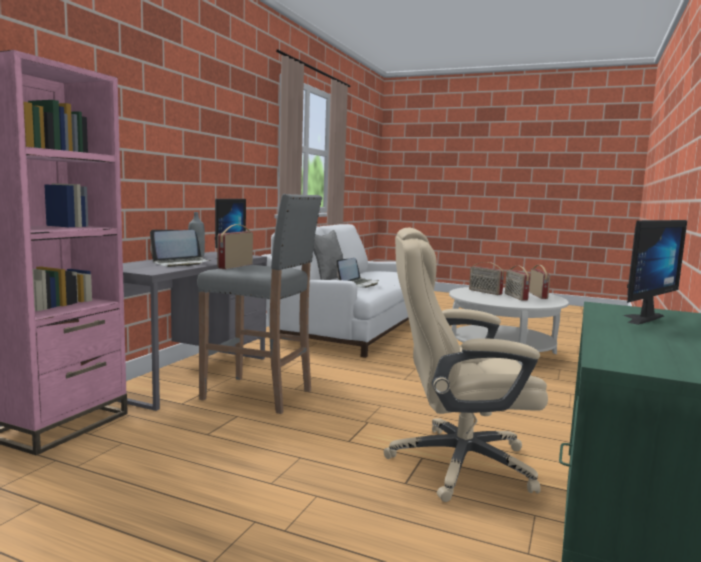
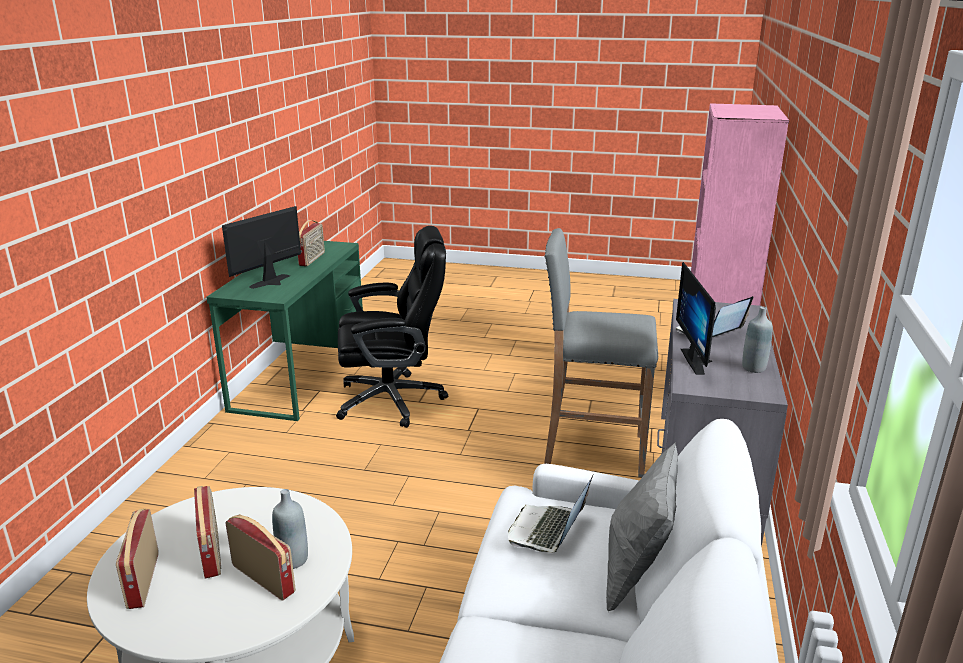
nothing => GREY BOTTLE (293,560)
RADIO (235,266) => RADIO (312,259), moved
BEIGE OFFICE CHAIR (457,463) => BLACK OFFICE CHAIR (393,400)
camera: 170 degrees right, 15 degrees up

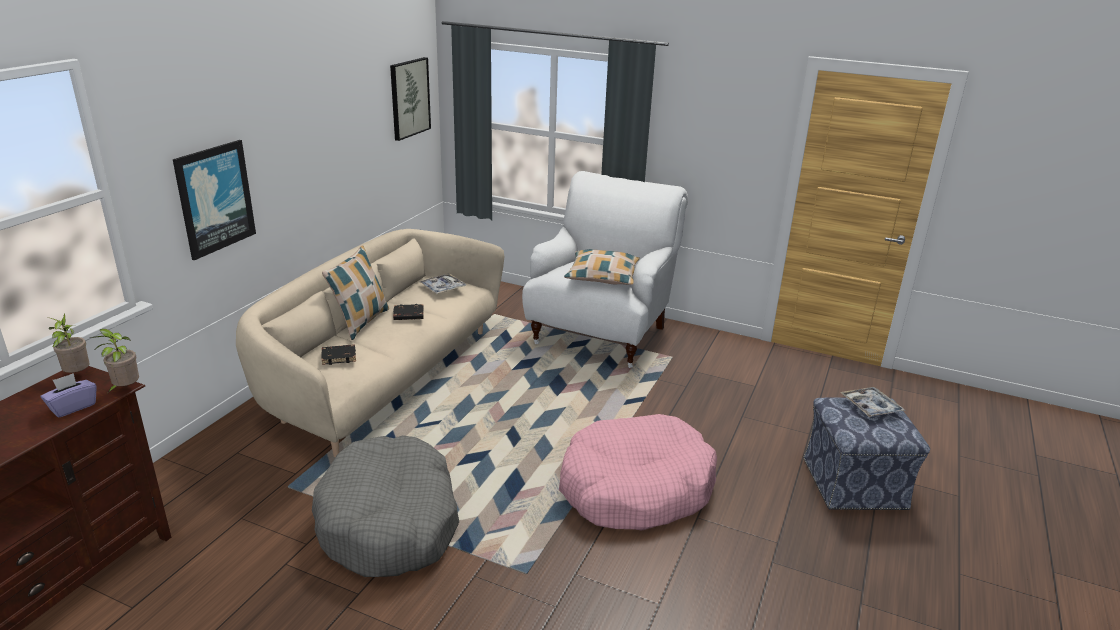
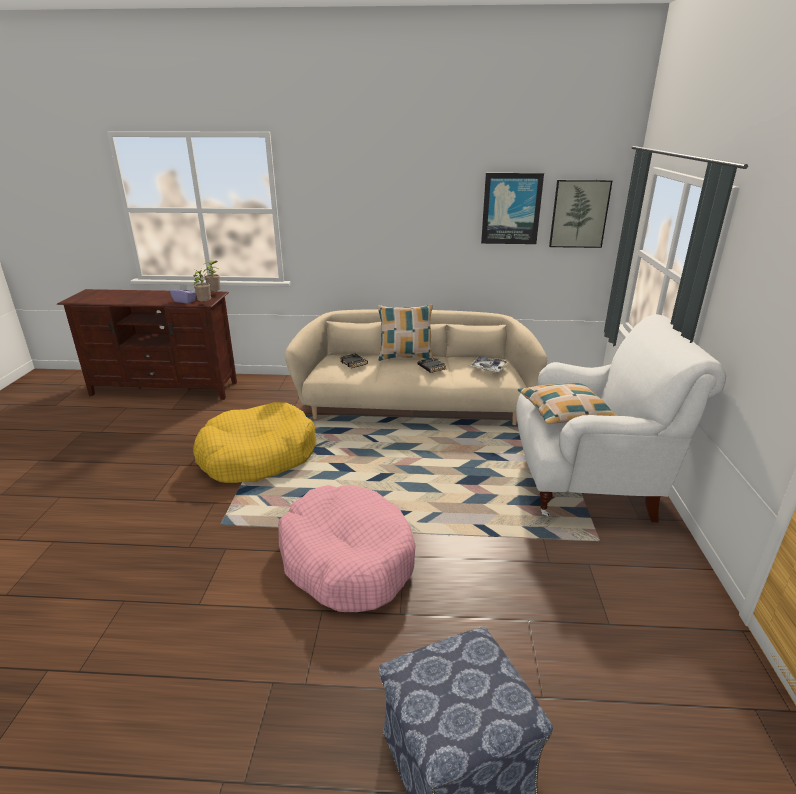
TRAY (870,407) => nothing
PICTURE (215,198) => PICTURE (511,209), moved
GREY DOG BED (390,522) => YELLOW DOG BED (257,456)
camera: 70 degrees right, 0 degrees up

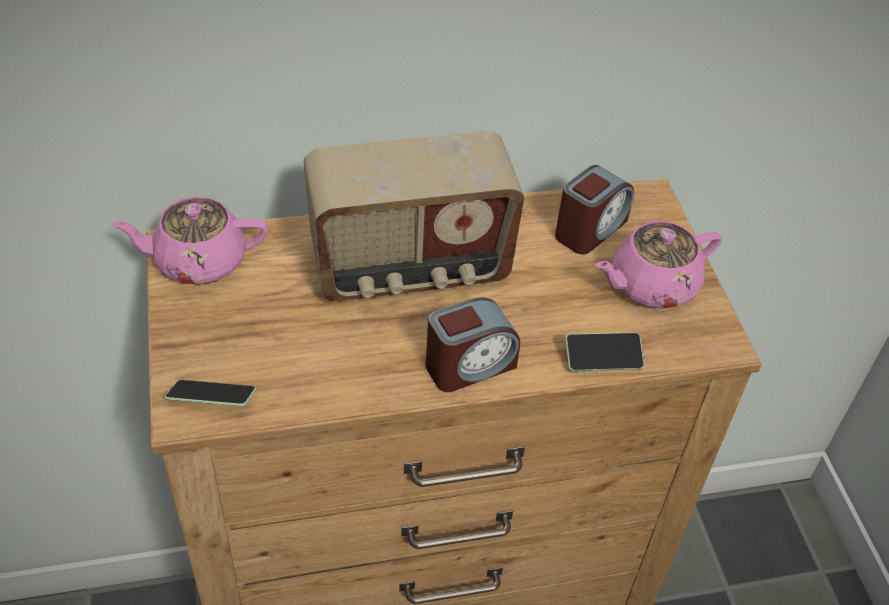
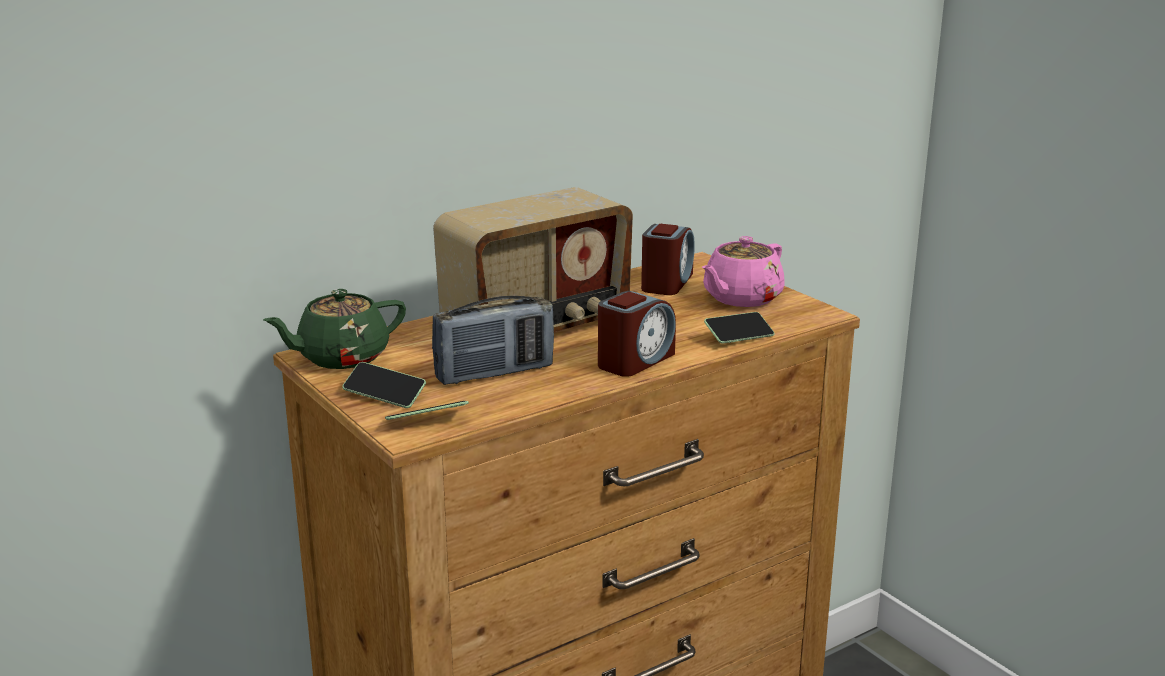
nothing => PHONE (384,395)
nothing => RADIO (494,373)
PINK TEAPOT (198,261) => GREEN TEAPOT (341,357)
camera: 20 degrees left, 25 degrees down

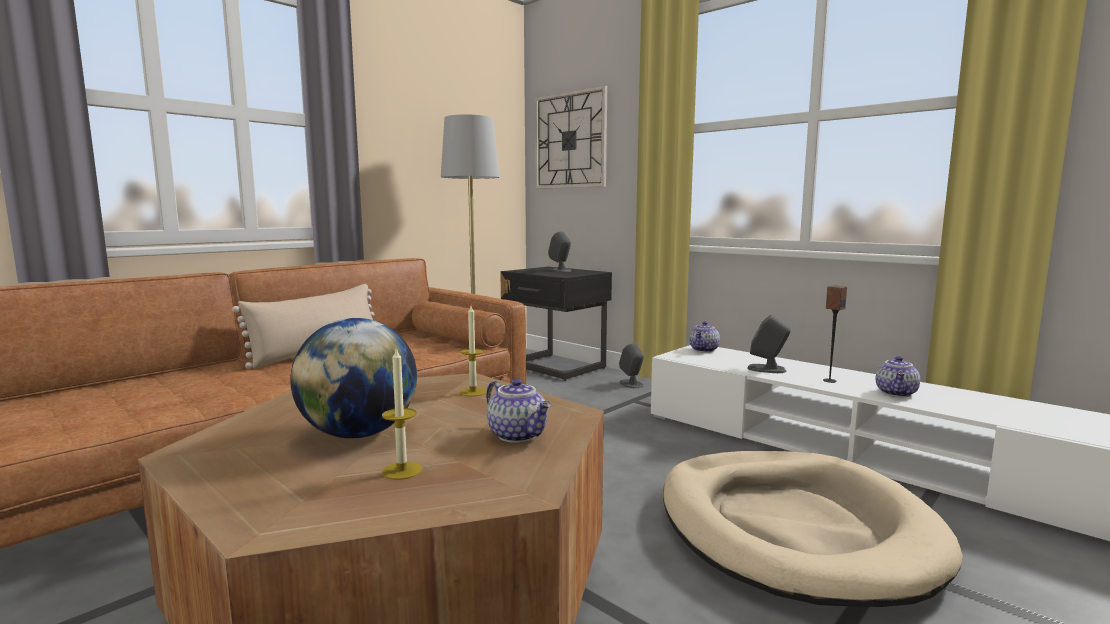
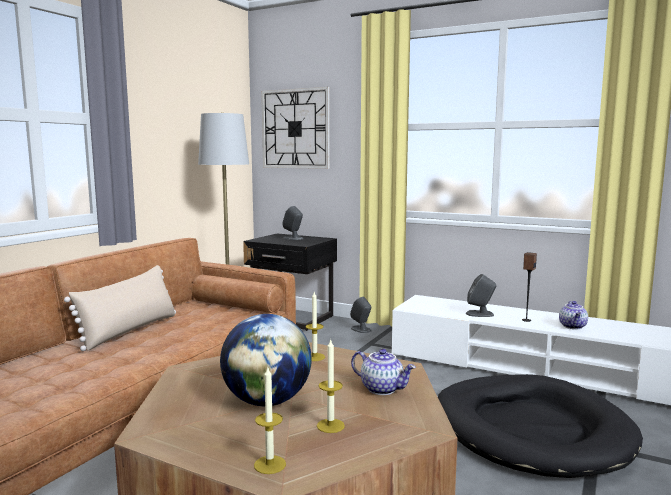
TEAPOT (704,350) => nothing
nothing => CANDLE (270,464)
BEIGE DOG BED (792,529) => BLACK DOG BED (530,430)
camera: 15 degrees left, 0 degrees up

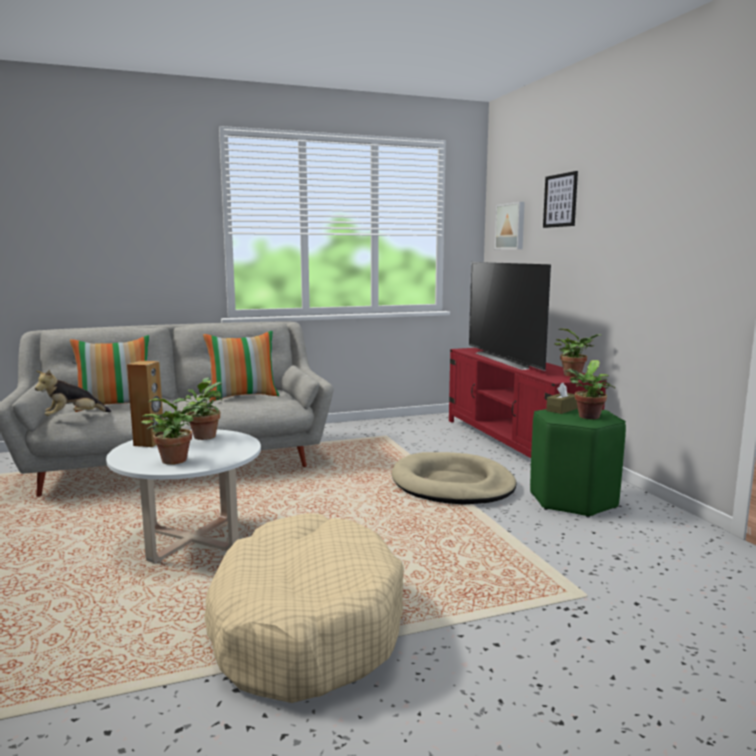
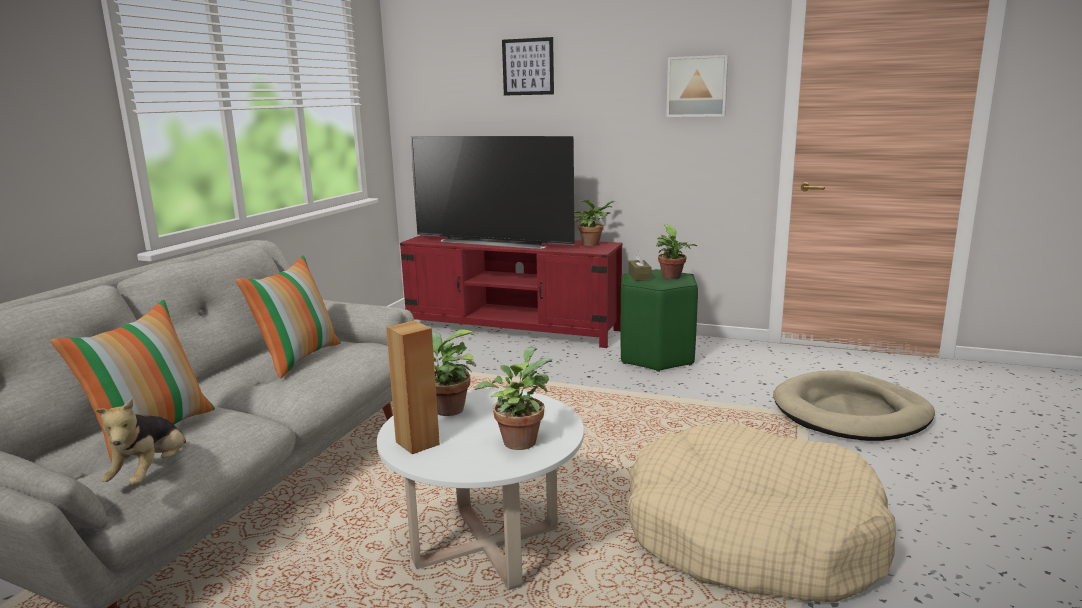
BEIGE DOG BED (452,484) => BEIGE DOG BED (851,413), moved
PICTURE (511,226) => PICTURE (697,86), moved
camera: 50 degrees left, 5 degrees up

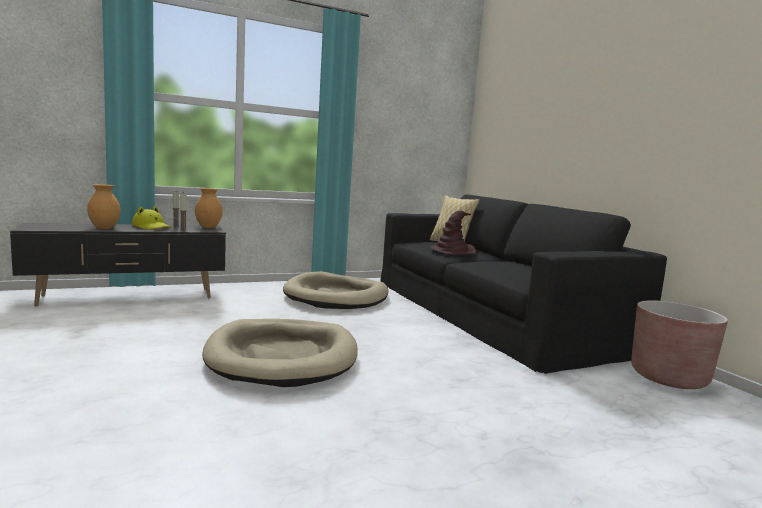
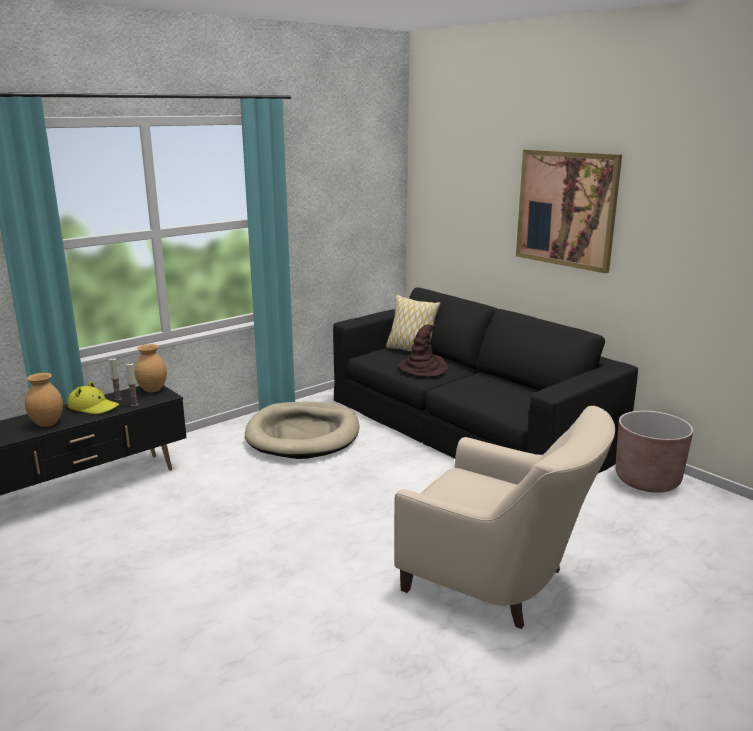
BEIGE DOG BED (282,357) => nothing
nothing => BEIGE ARMCHAIR (499,582)
nothing => PICTURE (566,209)
camera: 15 degrees left, 10 degrees up

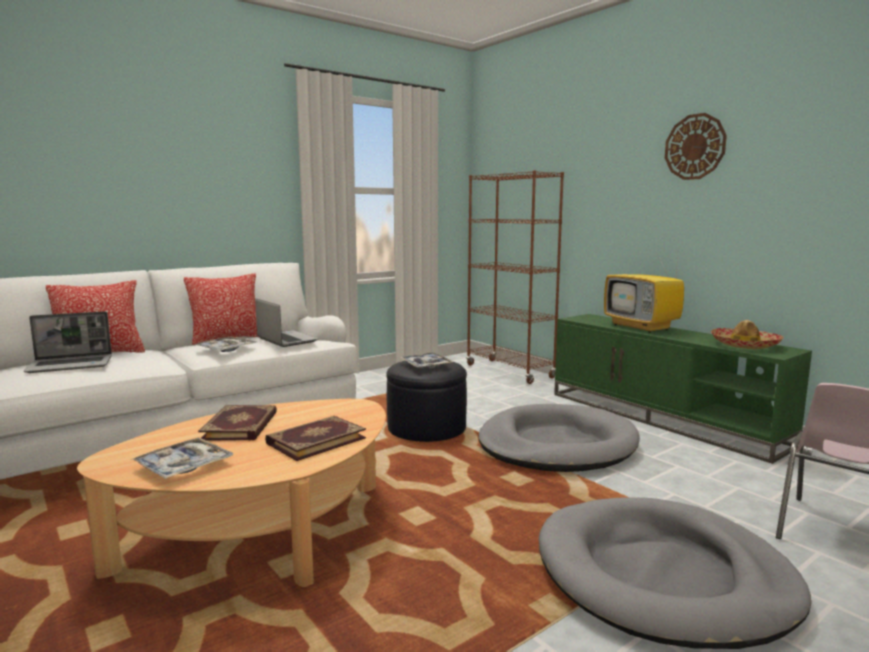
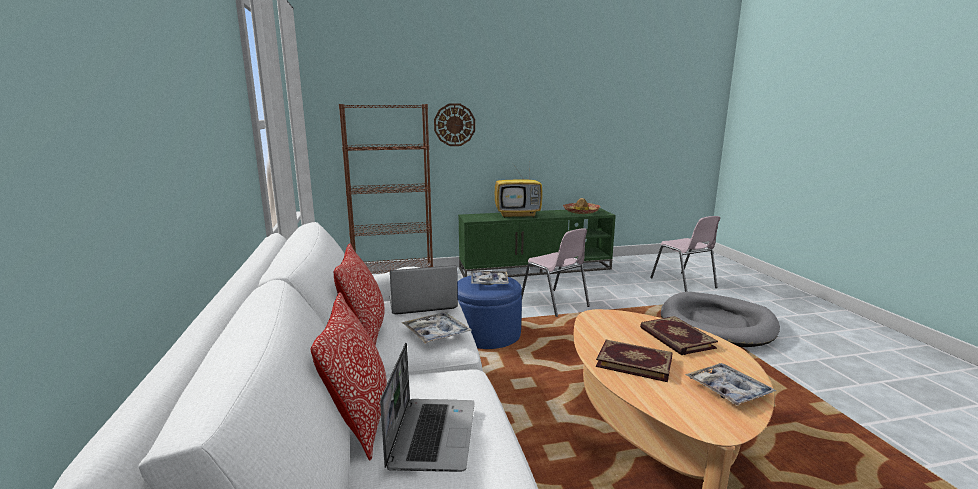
WALL CLOCK (695,147) => WALL CLOCK (454,125), moved
GREY DOG BED (556,445) => PINK CHAIR (555,303)
BLACK OTTOMAN (426,427) => BLUE OTTOMAN (487,333)
camera: 65 degrees left, 5 degrees up

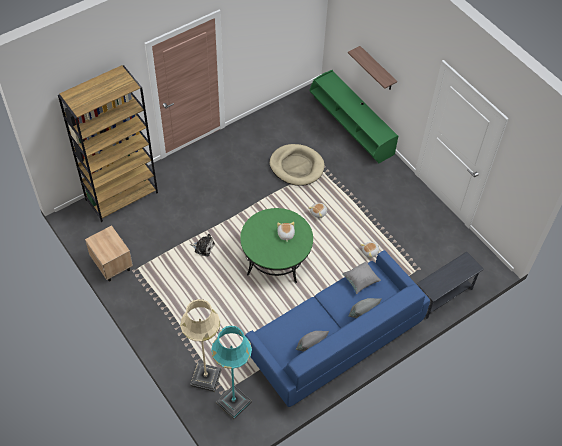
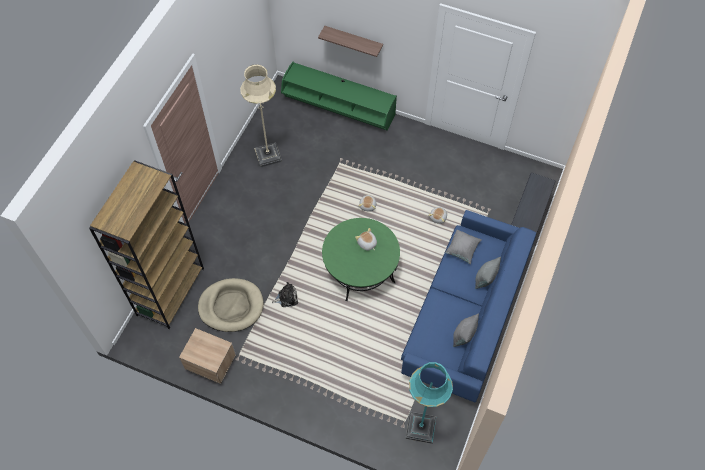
BEIGE FLOOR LAMP (206,378) => BEIGE FLOOR LAMP (268,156), moved
BEIGE DOG BED (296,166) => BEIGE DOG BED (231,306), moved
camera: 30 degrees left, 5 degrees up

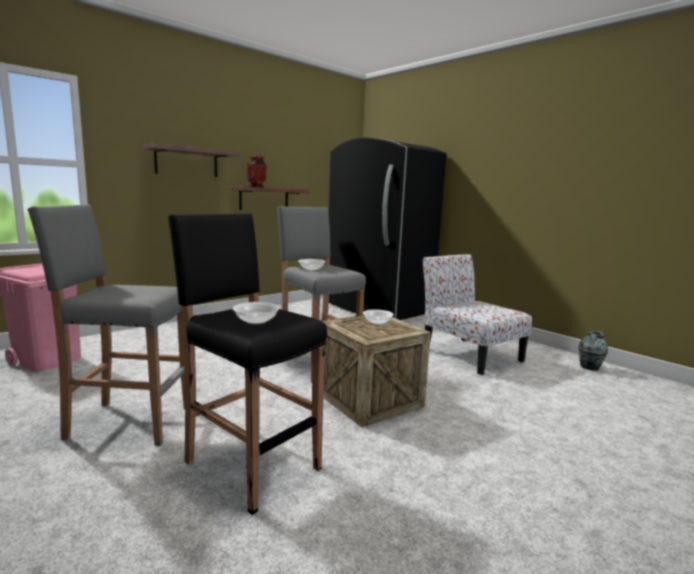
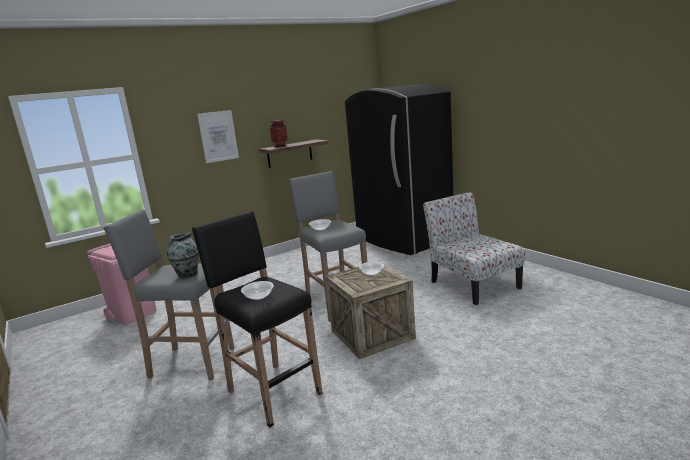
VASE (589,367) => VASE (187,274), moved
SHELF (186,162) => PICTURE (218,136)
camera: 10 degrees right, 5 degrees up

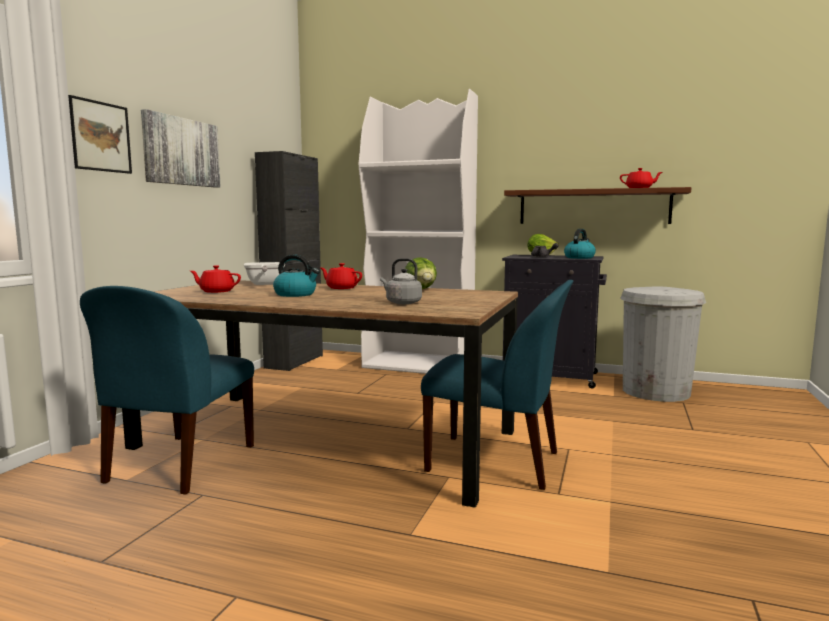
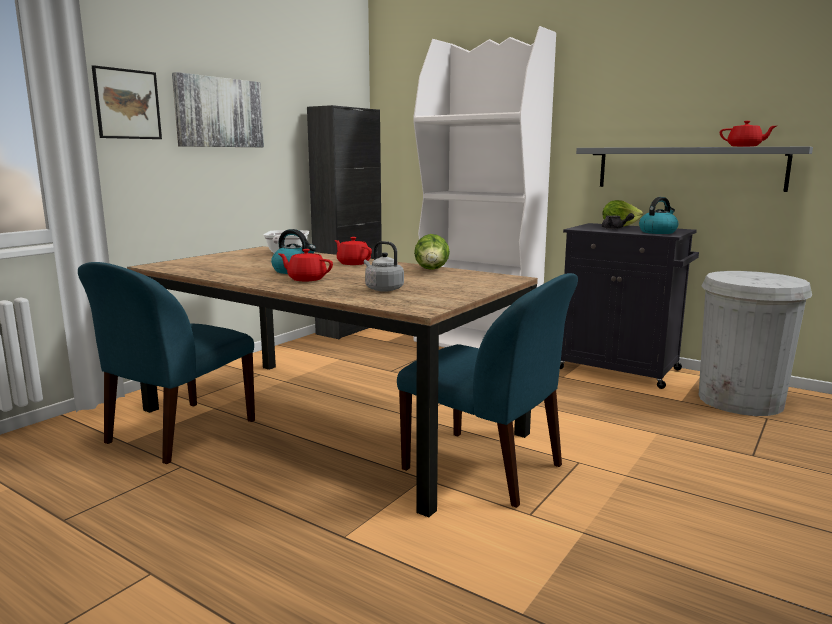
RED TEAPOT (216,291) => RED TEAPOT (306,279), moved
BROWN SHELF (593,207) => GREY SHELF (688,168)
camera: 15 degrees right, 5 degrees up

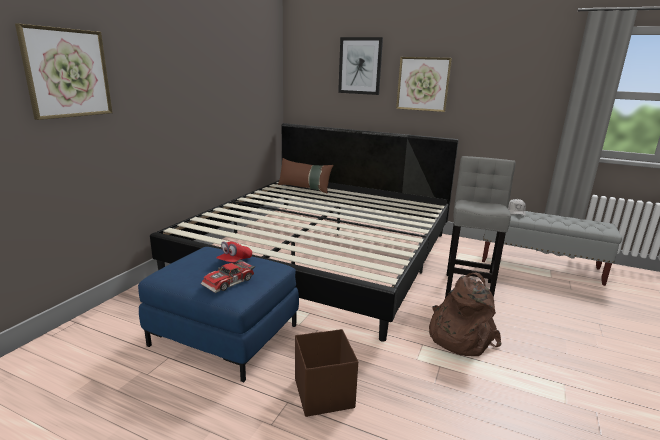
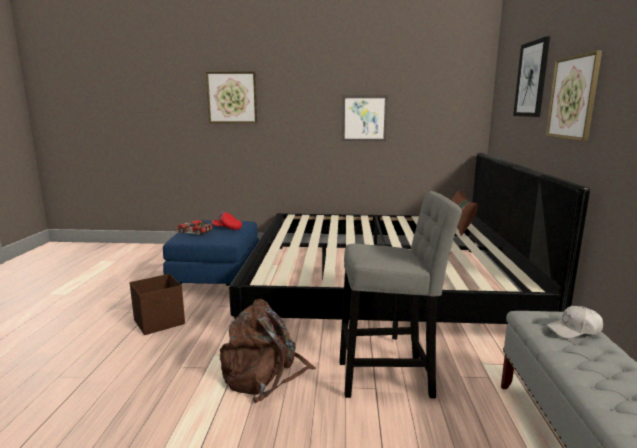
nothing => PICTURE (364,118)
camera: 70 degrees right, 5 degrees down

